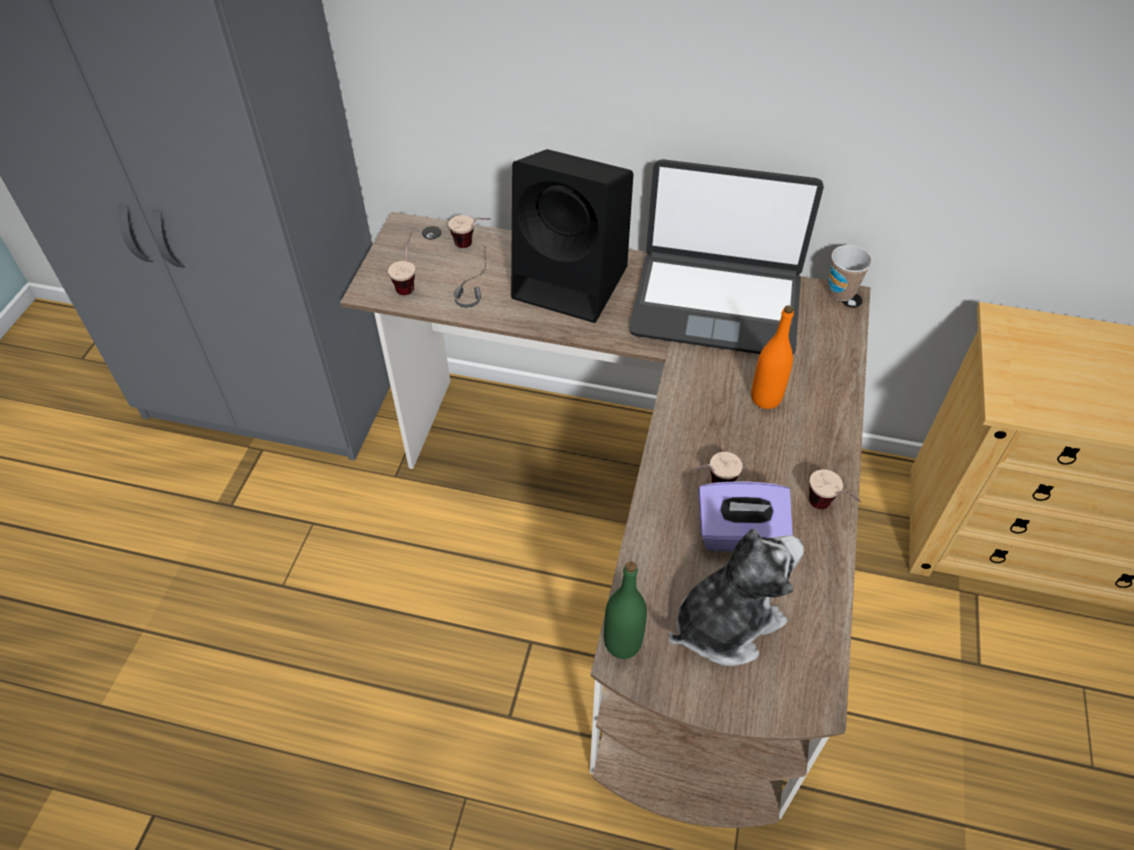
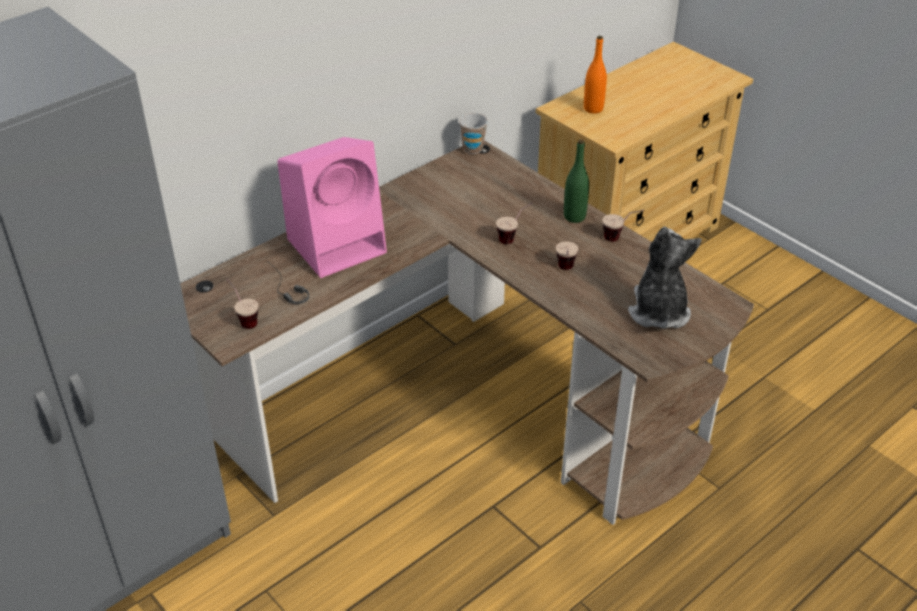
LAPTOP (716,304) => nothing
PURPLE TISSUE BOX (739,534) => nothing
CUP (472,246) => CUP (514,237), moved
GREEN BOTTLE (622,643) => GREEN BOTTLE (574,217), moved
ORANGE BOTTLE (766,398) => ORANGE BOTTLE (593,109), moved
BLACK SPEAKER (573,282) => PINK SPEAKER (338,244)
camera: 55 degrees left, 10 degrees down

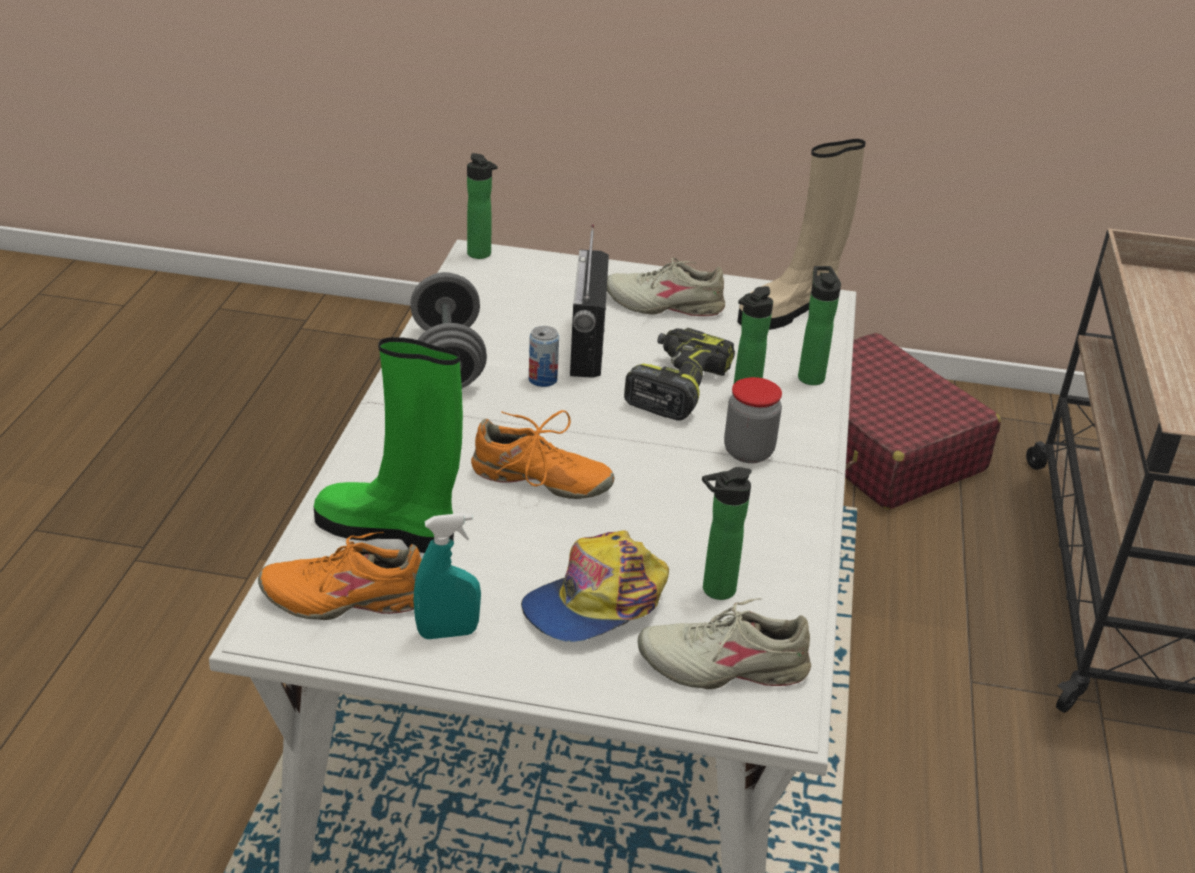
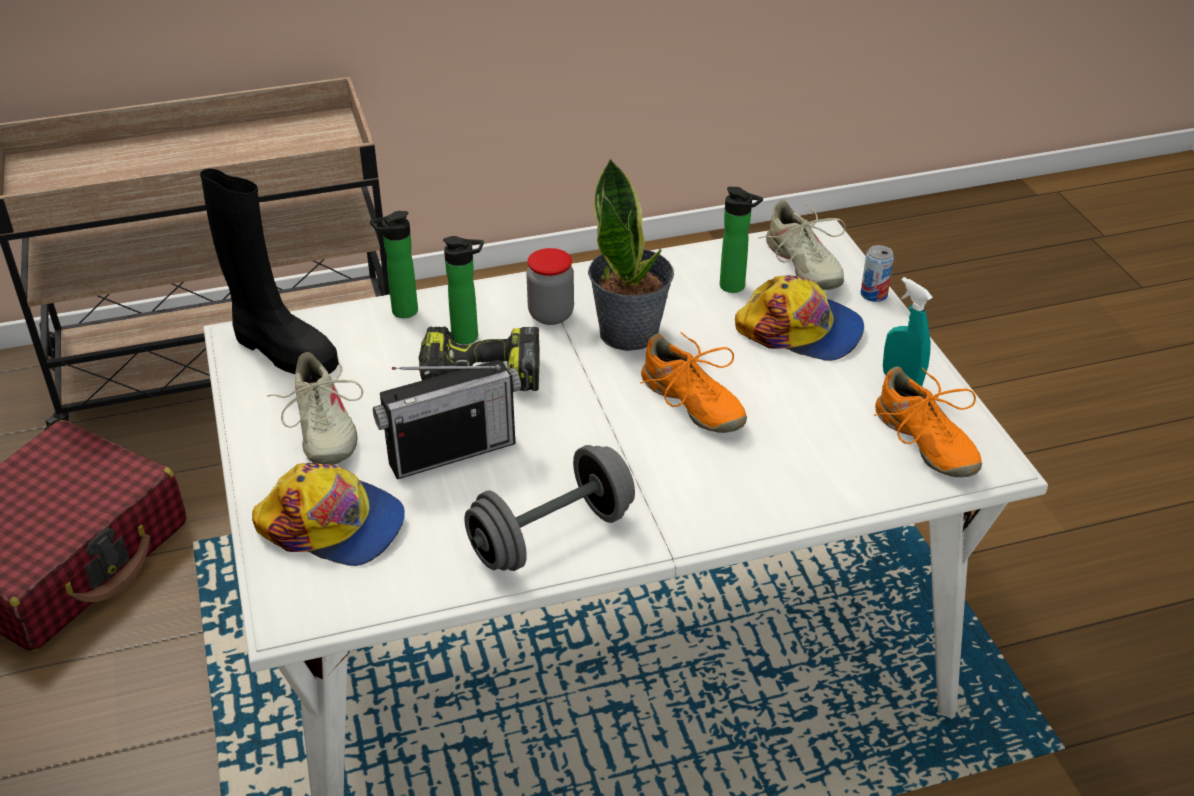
GREEN BOOT (389,530) => nothing
BOTTLE (481,255) => nothing
nothing => CAP (333,524)
nothing => POTTED PLANT (630,332)
CAN (543,380) => CAN (873,294), moved
BEIGE BOOT (789,311) => BLACK BOOT (281,350)
ORANGE SHOE (540,481) => ORANGE SHOE (691,403), 150 degrees clockwise
camera: 115 degrees left, 5 degrees up

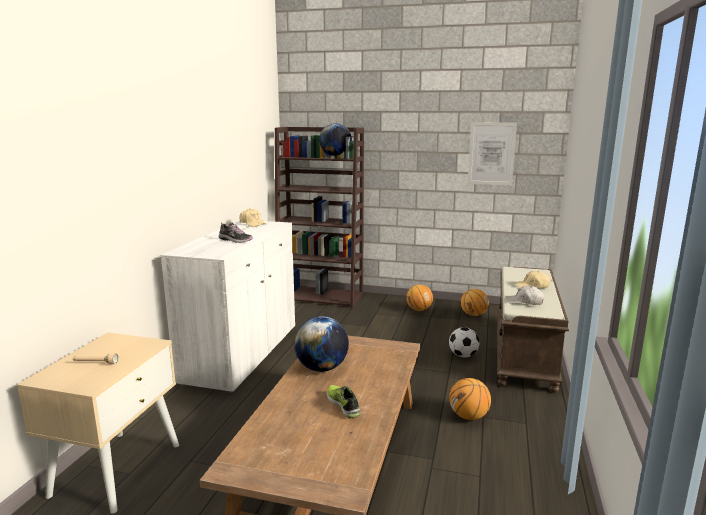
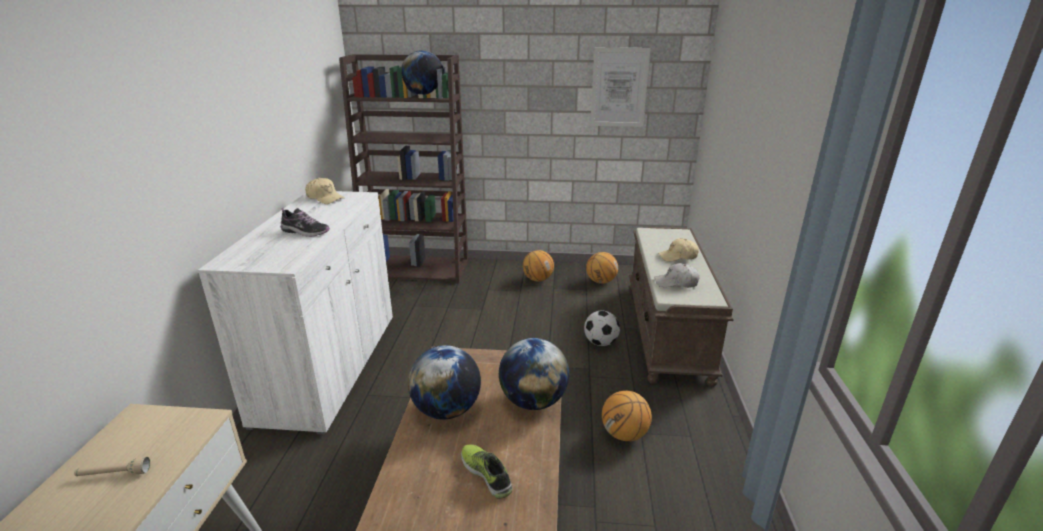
nothing => GLOBE (533,401)
camera: 10 degrees left, 10 degrees up

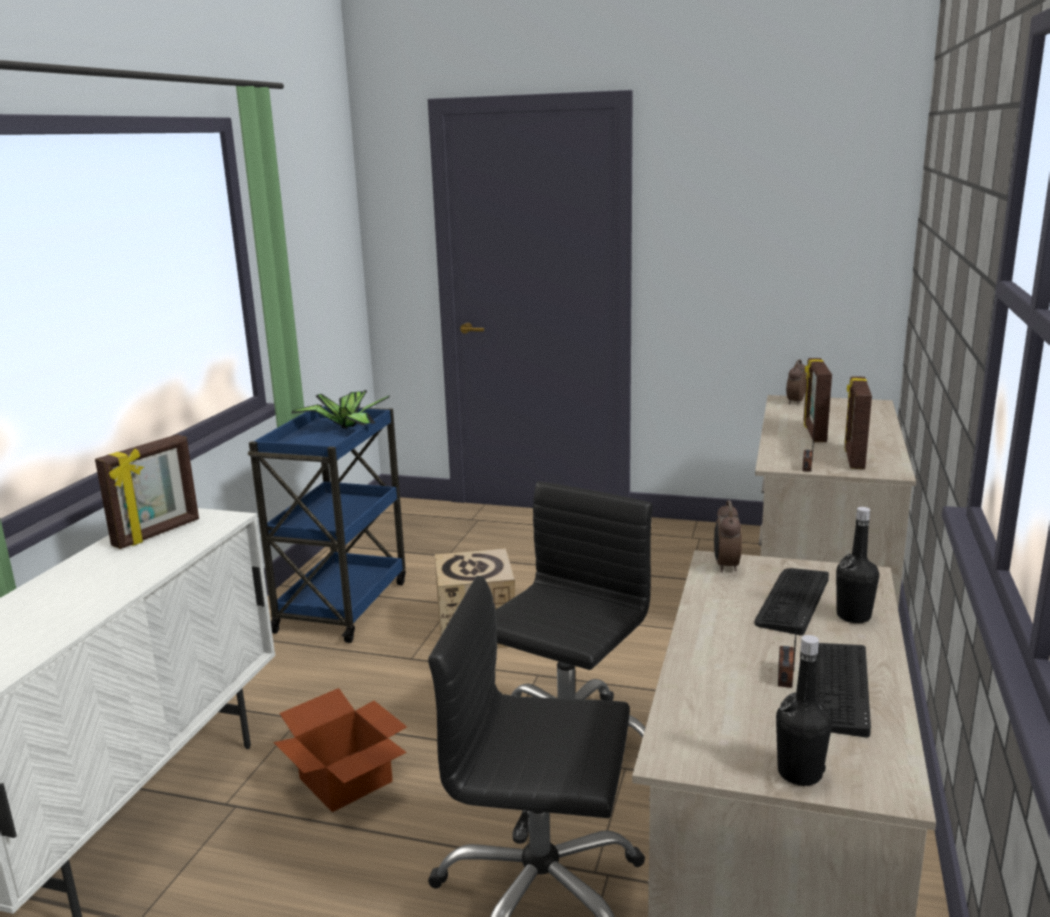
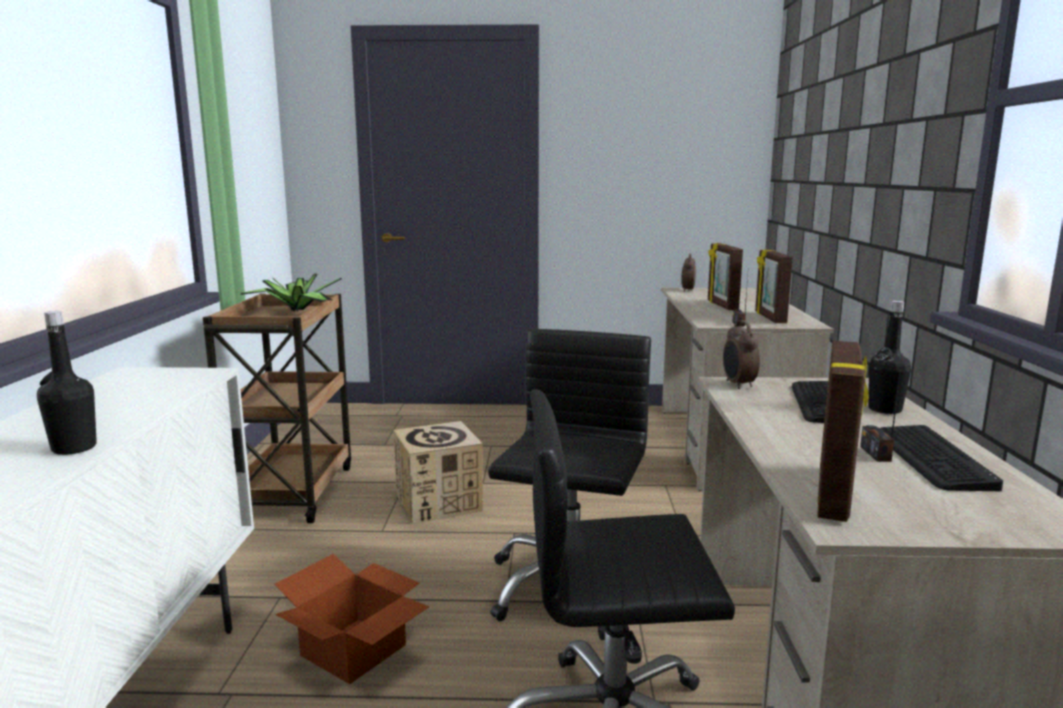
PICTURE FRAME (157,533) => PICTURE FRAME (835,493), moved
BLACK BOTTLE (799,773) => BLACK BOTTLE (74,448), moved
BLUE CART (343,604) => BROWN CART (293,491)
camera: 15 degrees left, 5 degrees down

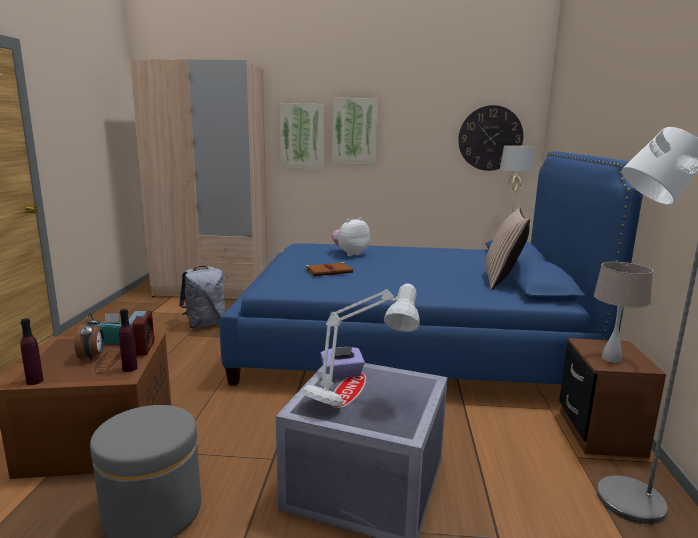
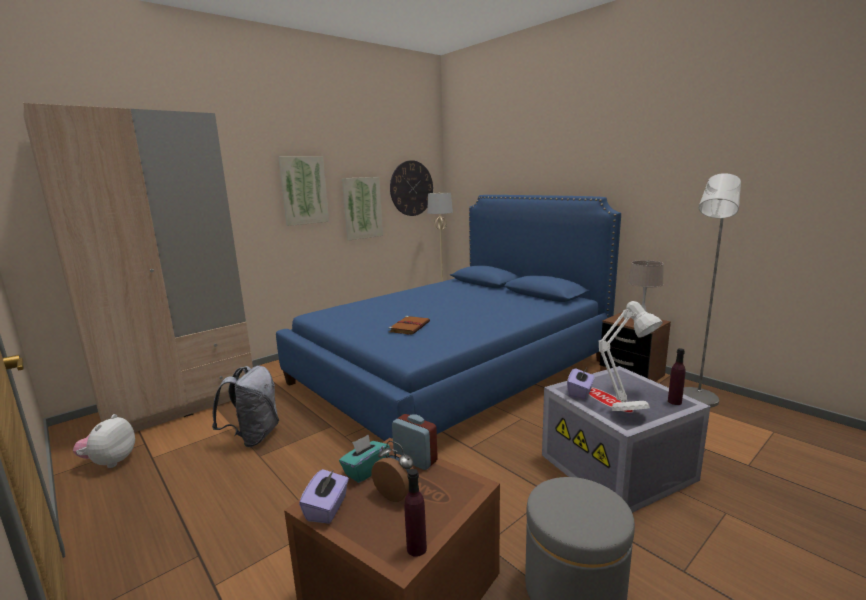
PILLOW (502,280) => nothing
nothing => PURPLE TISSUE BOX (327,509)
PURPLE BOTTLE (130,368) => PURPLE BOTTLE (674,401), moved
PICTURE (302,136) => PICTURE (362,208), moved
PLUSH TOY (350,254) => PLUSH TOY (110,462), moved
camera: 45 degrees left, 0 degrees up

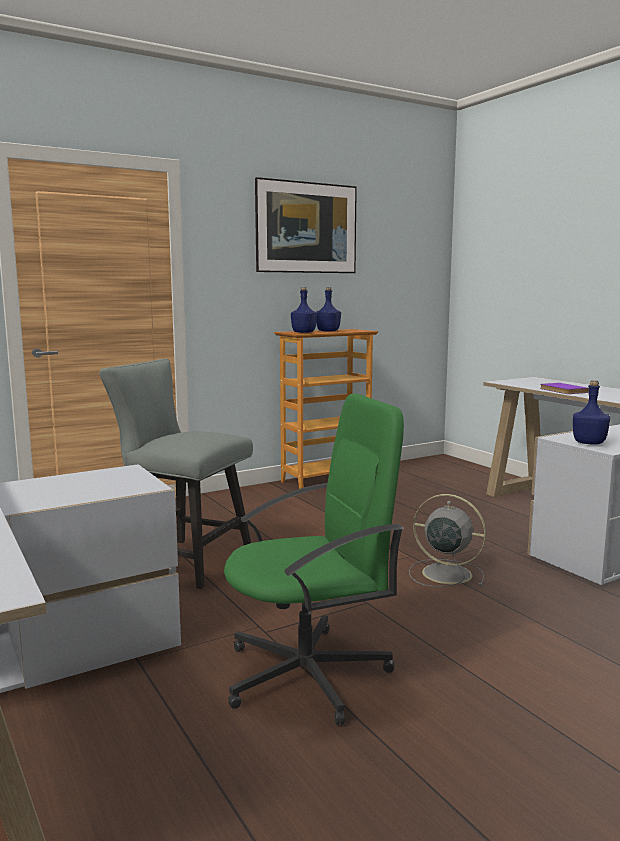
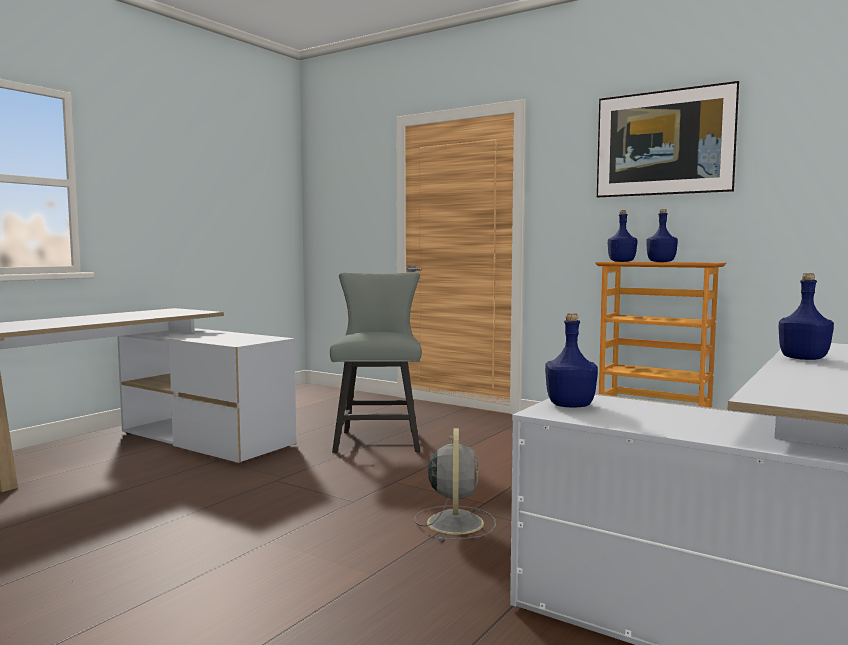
GREEN OFFICE CHAIR (309,674) => nothing
PURPLE BOOK (562,390) => BLUE BOTTLE (803,358)
camera: 65 degrees right, 5 degrees down

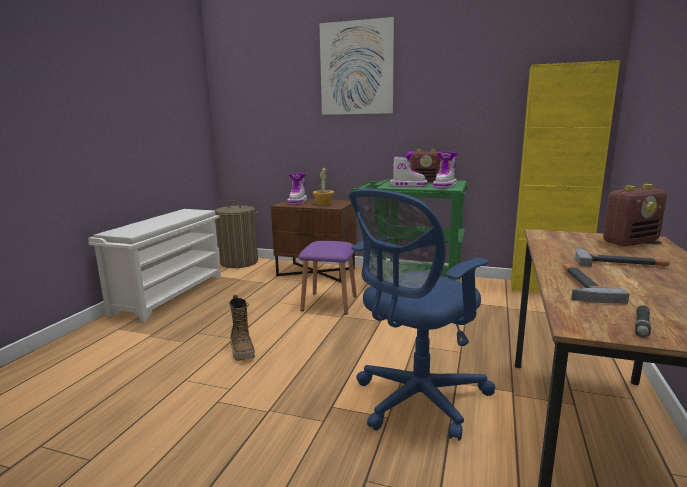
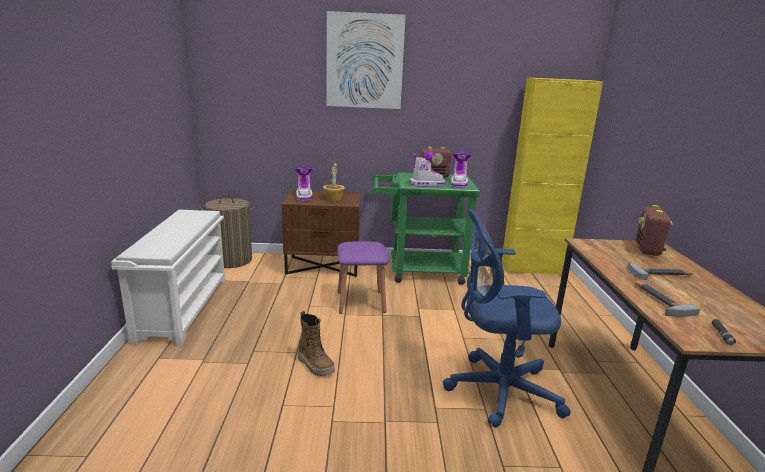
BLUE OFFICE CHAIR (416,401) => BLUE OFFICE CHAIR (497,390), 60 degrees clockwise
RADIO (630,242) => RADIO (647,249), 150 degrees clockwise
camera: 20 degrees left, 5 degrees up

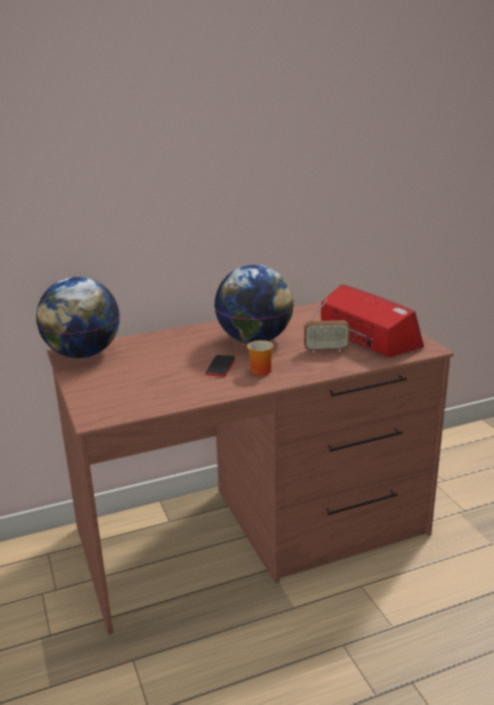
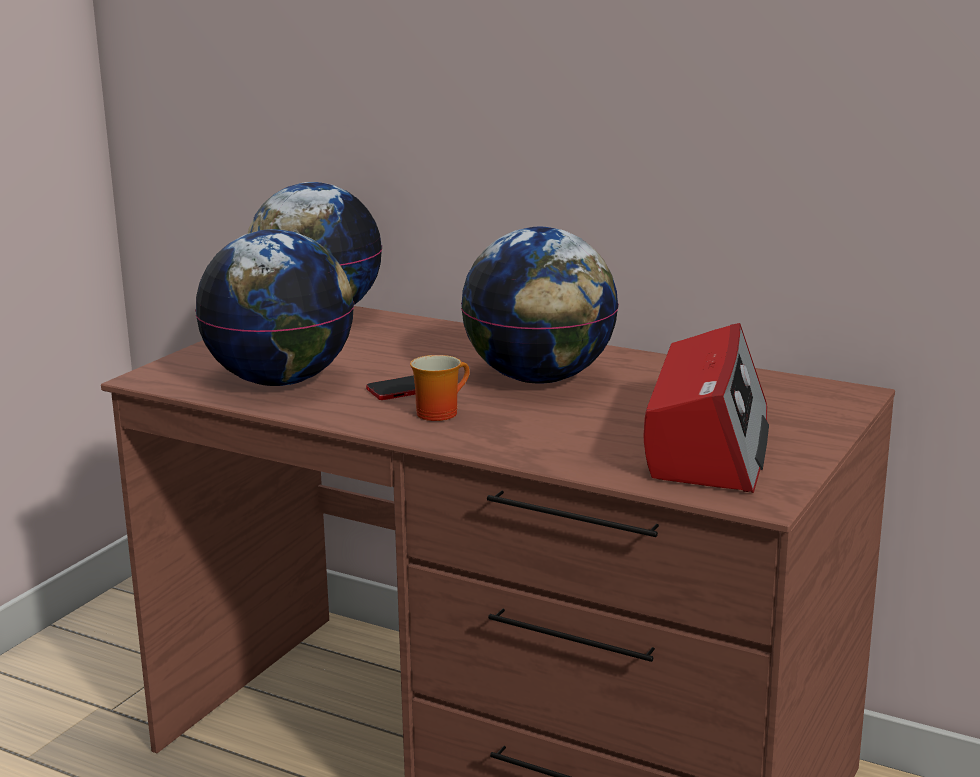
RADIO (326,350) => nothing
nothing => GLOBE (281,381)
camera: 50 degrees right, 5 degrees down

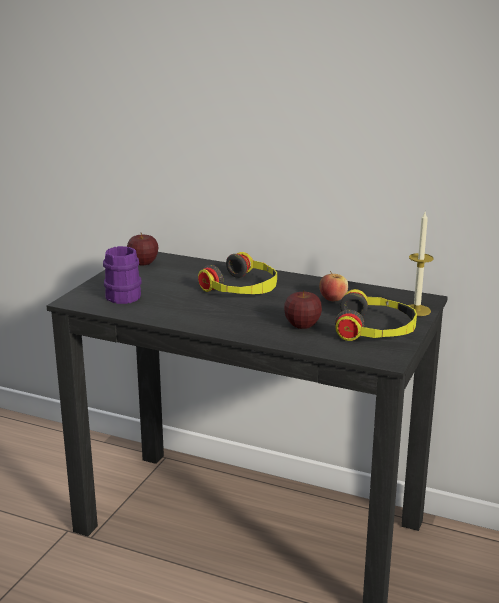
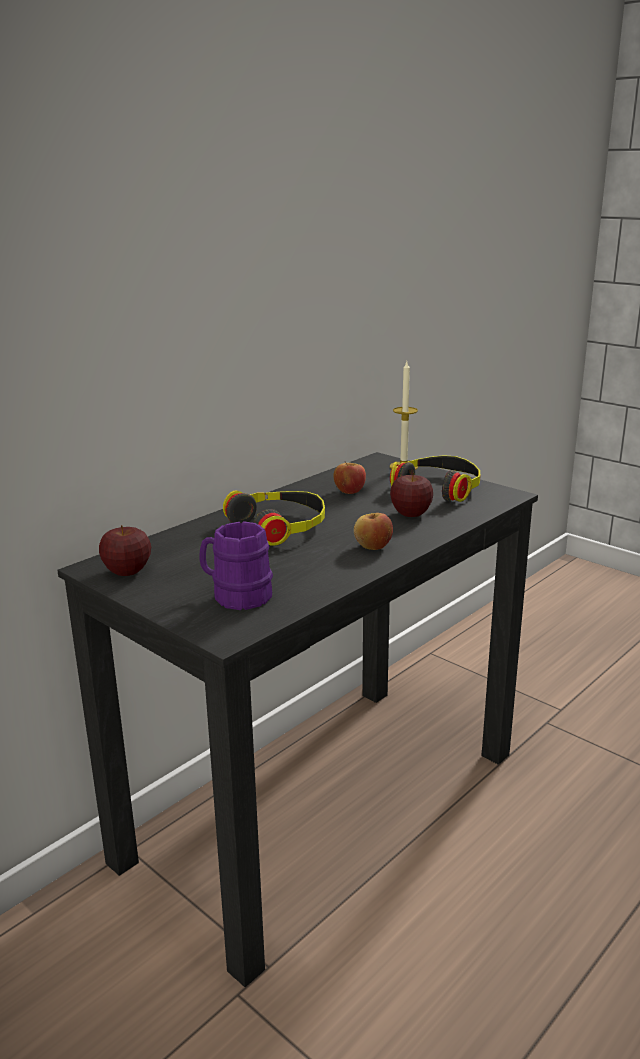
nothing => APPLE (373,546)
camera: 70 degrees left, 0 degrees up

